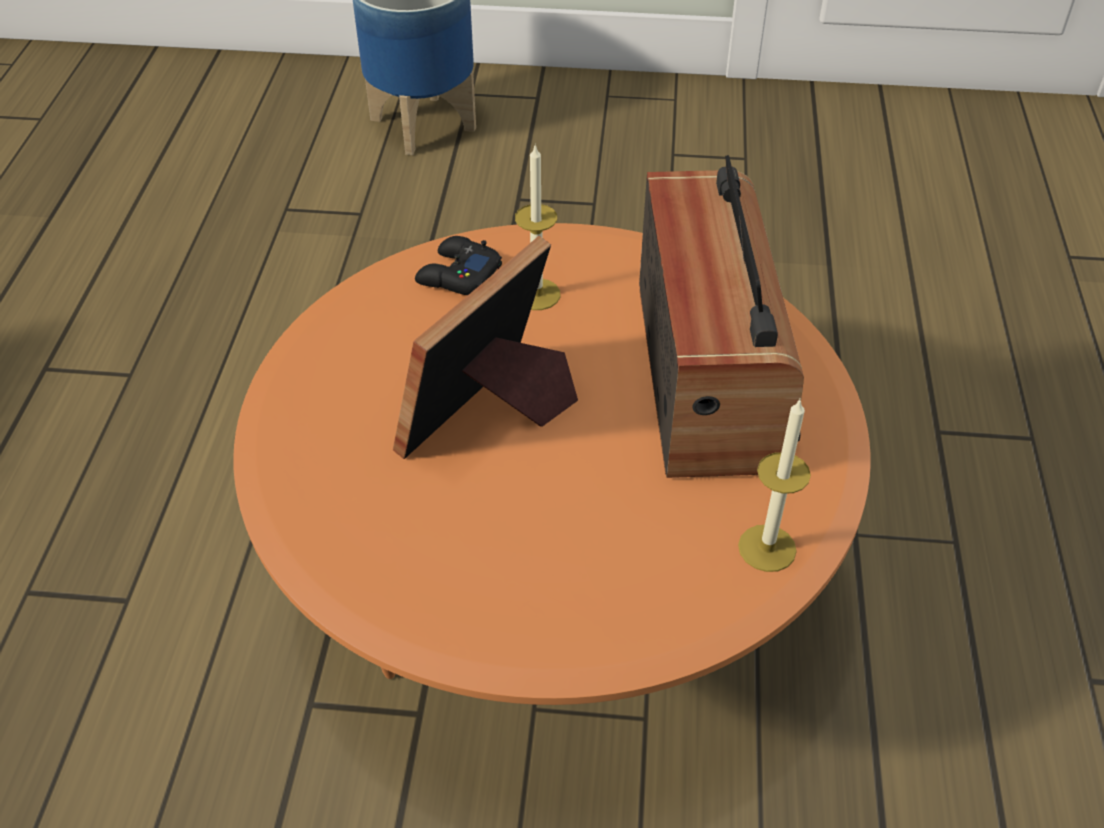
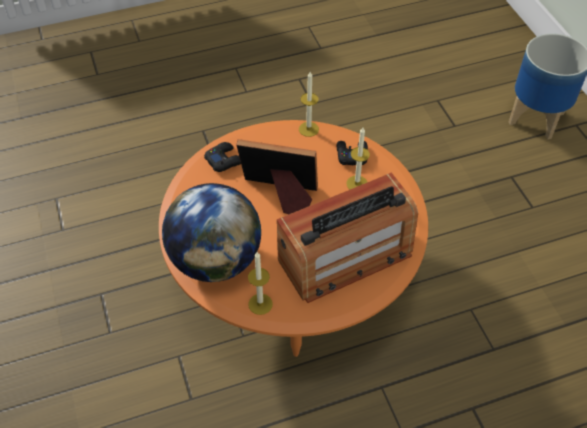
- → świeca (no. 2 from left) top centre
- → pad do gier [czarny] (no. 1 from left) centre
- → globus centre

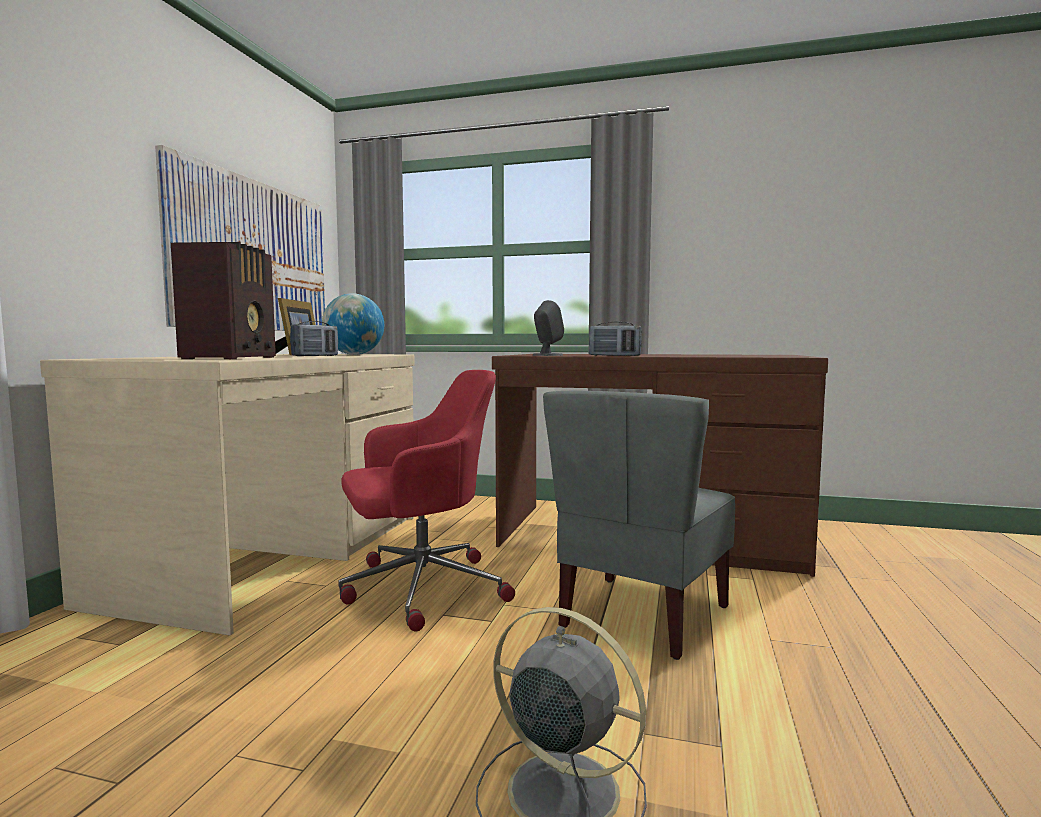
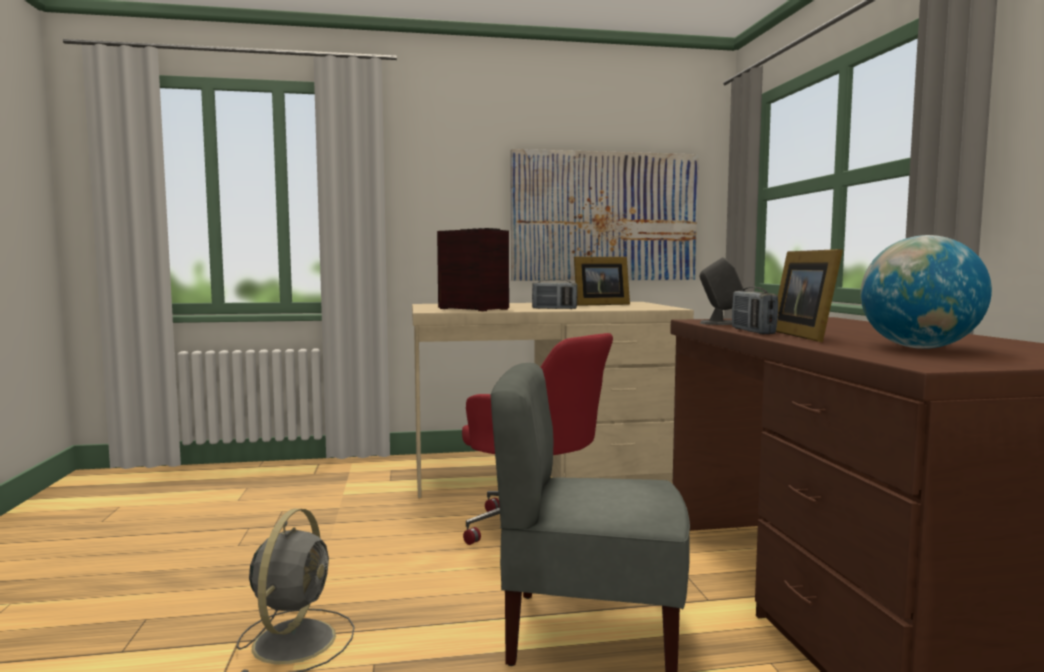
radio (no. 1 from left) middle left → radio (no. 1 from left) centre, 120 degrees counterclockwise
globus centre → globus middle right, relocated
- → ramka na zdjęcie (no. 2 from left) middle right

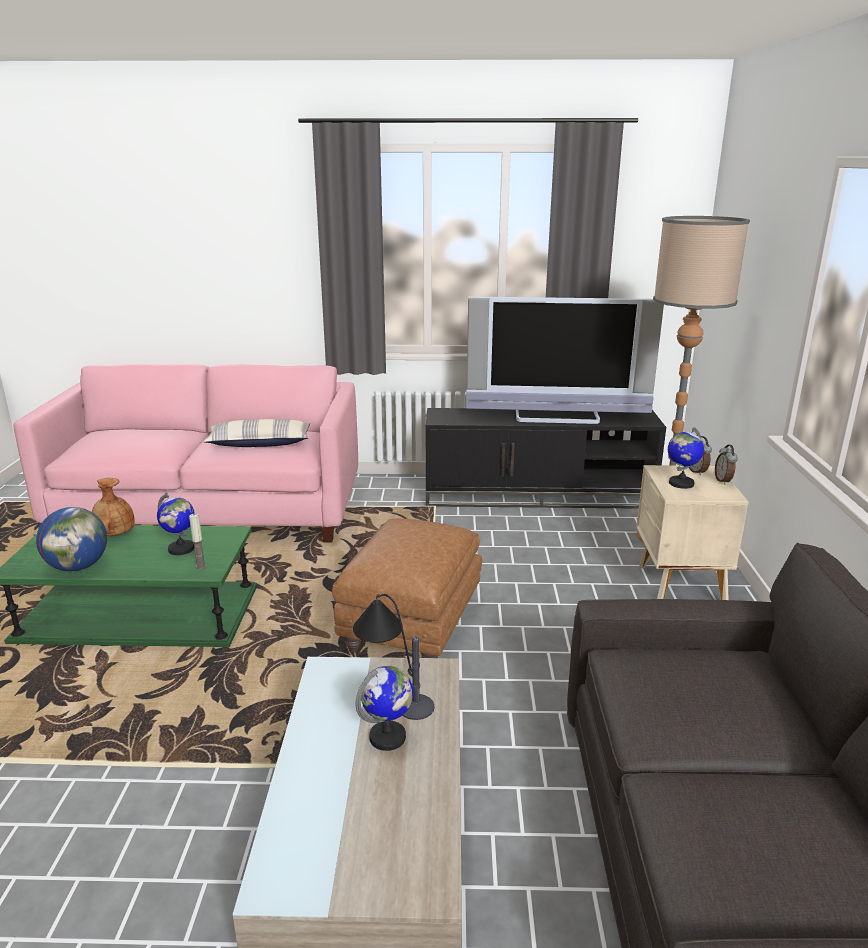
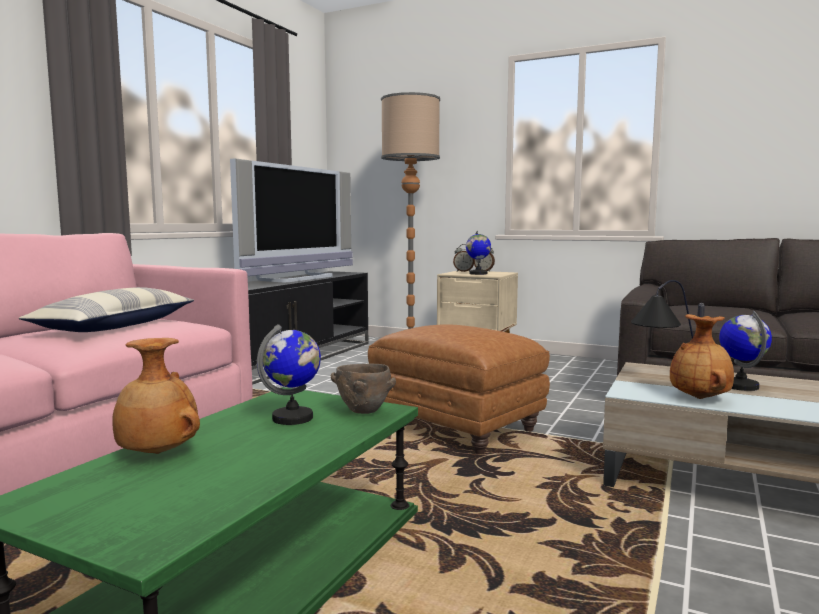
globus (no. 1 from left) middle left → -
świeca middle left → miska [brązowy] centre
- → wazon [brązowy] (no. 2 from left) middle right

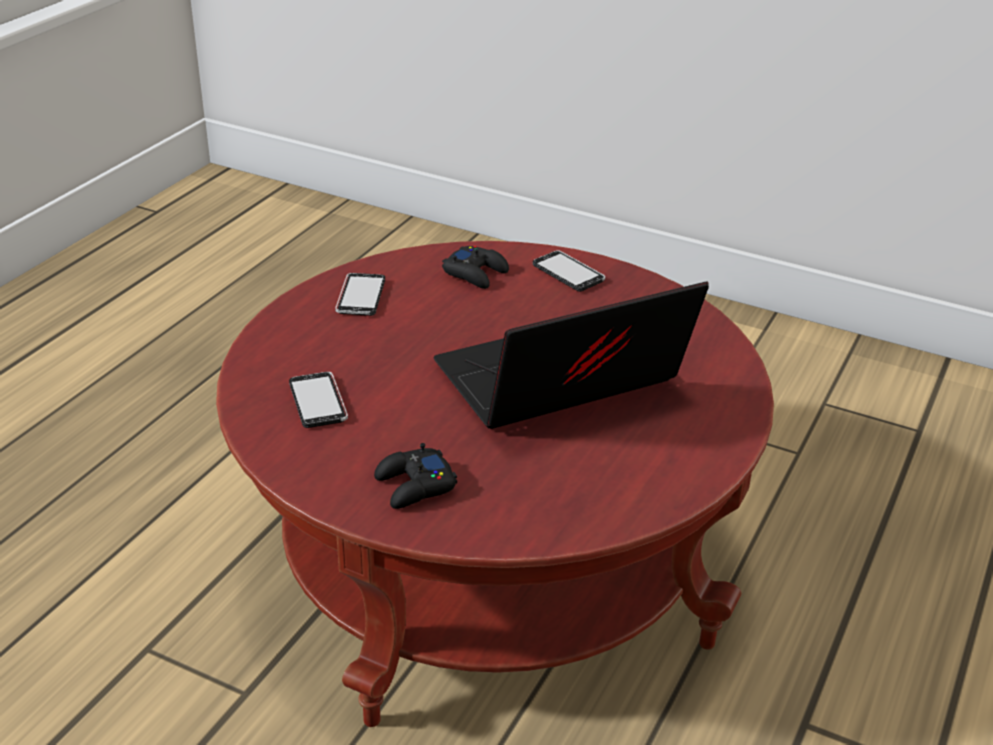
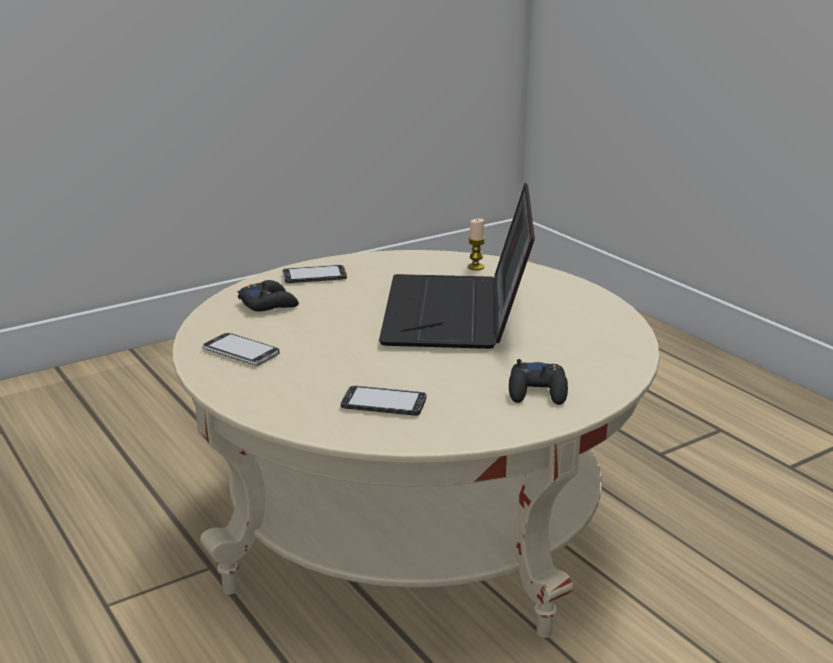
ława [czerwony] centre → ława [beżowy] bottom centre
- → świeca centre

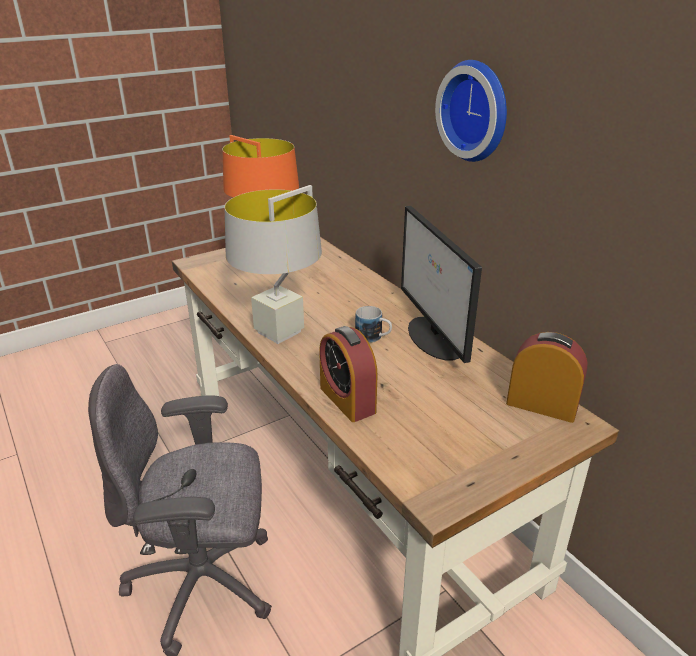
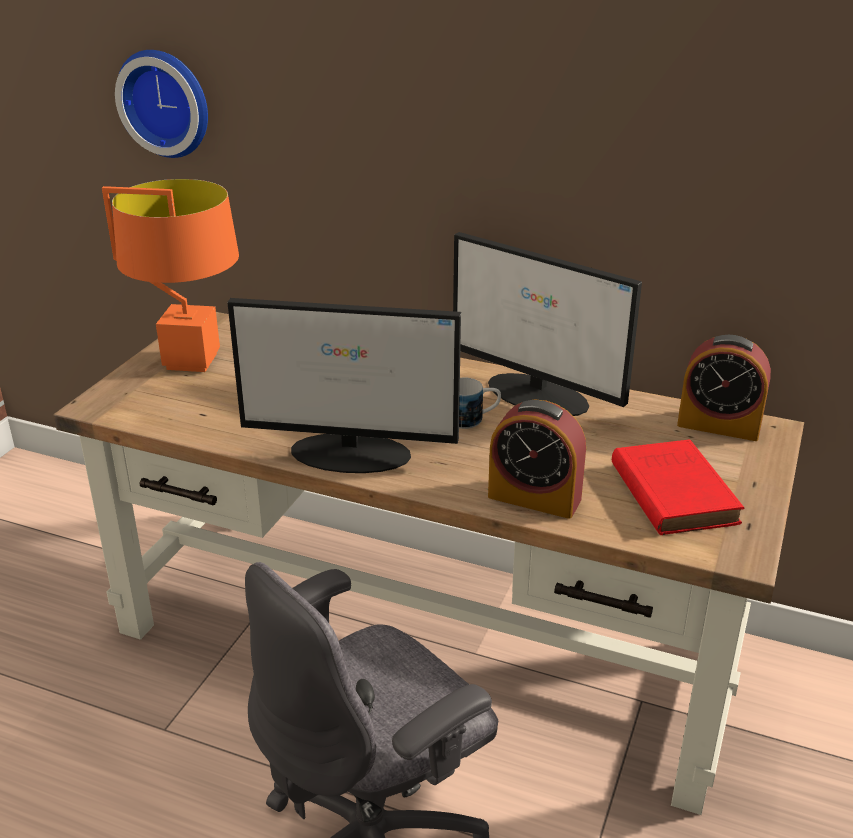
zegar ścienny top right → zegar ścienny top left, relocated
lampa stołowa [szary] centre → monitor (no. 1 from left) centre
budzik (no. 2 from left) middle right, 150 degrees counterclockwise
- → książka [czerwony] middle right

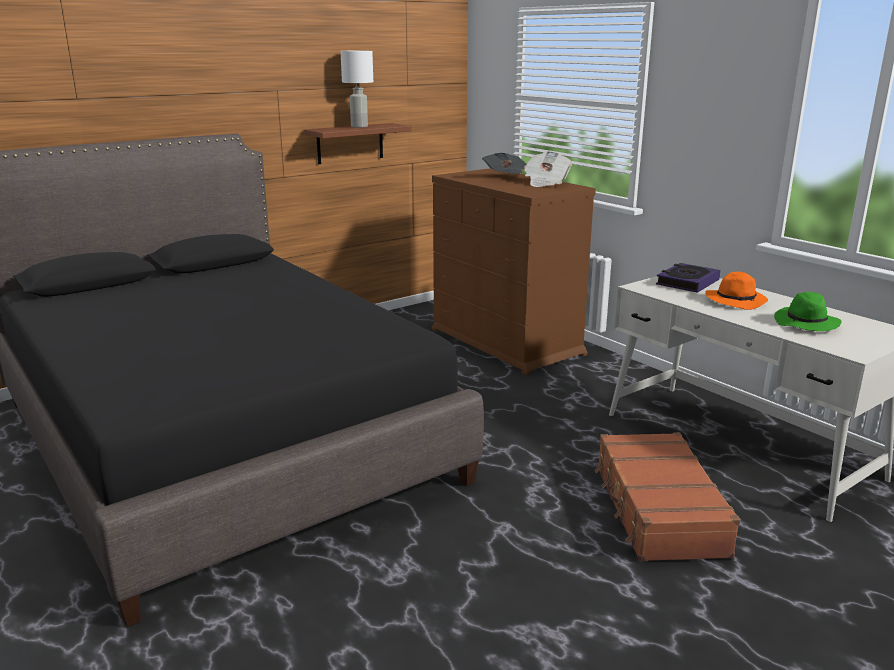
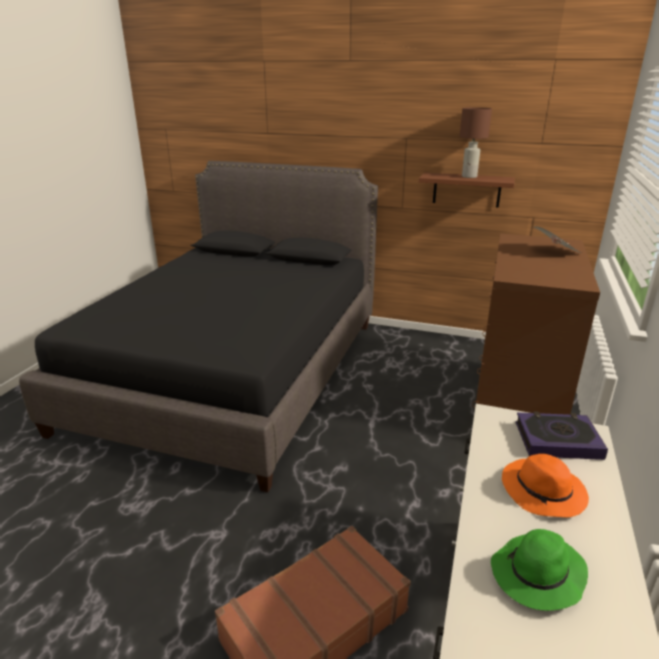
lampa stołowa [biały] top centre → lampa stołowa [brązowy] top right
gazeta (no. 2 from left) top centre → -

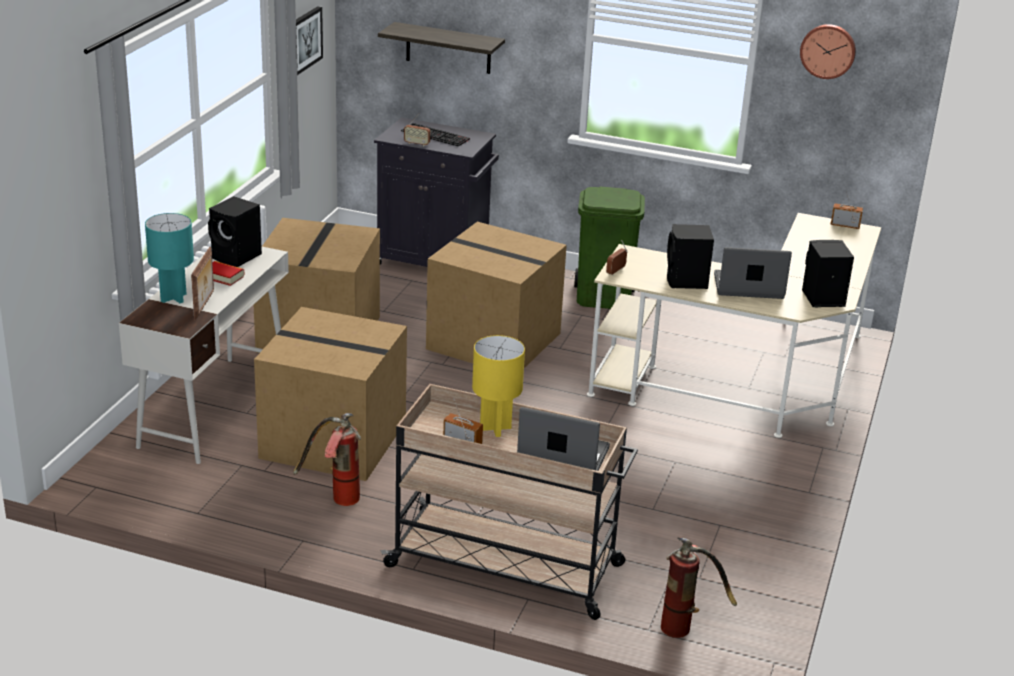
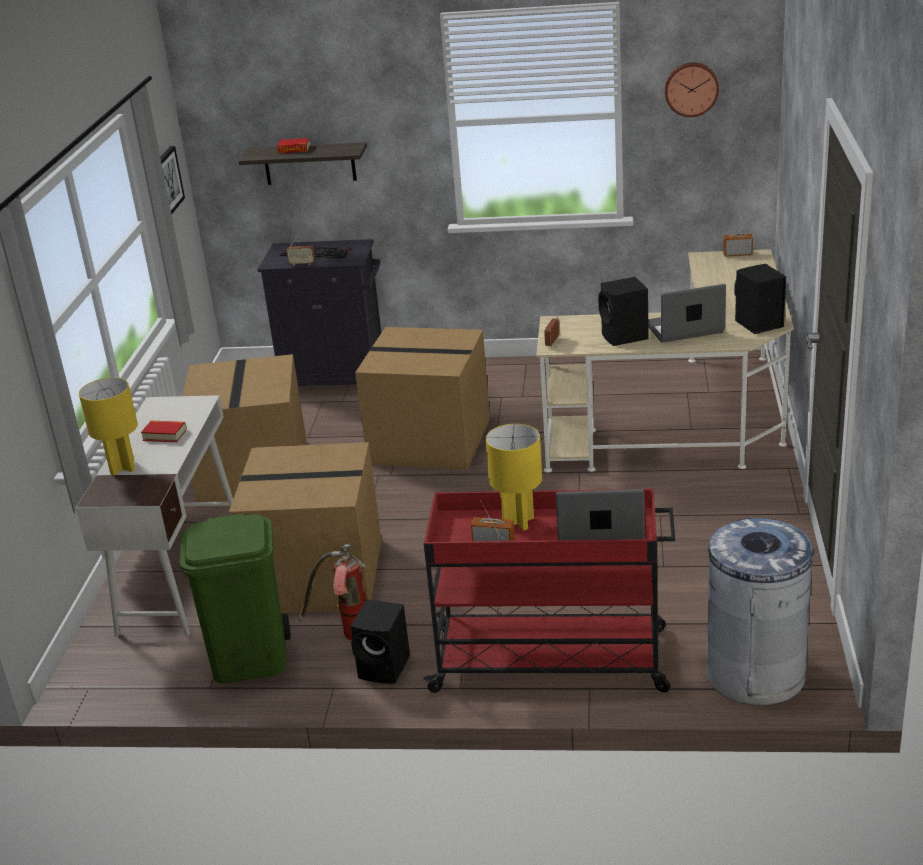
kosz na śmieci [zielony] centre → kosz na śmieci [zielony] bottom left, relocated
głośnik [czarny] (no. 1 from left) middle left → głośnik [czarny] (no. 1 from left) bottom centre, relocated
lampa stołowa [turkusowy] middle left → lampa stołowa [żółty] (no. 1 from left) middle left
ramka na zdjęcie middle left → -
wózek [beżowy] bottom centre → wózek [czerwony] bottom centre
gaśnica (no. 2 from left) bottom right → kosz na śmieci [szary] bottom right
- → książka (no. 2 from left) top left

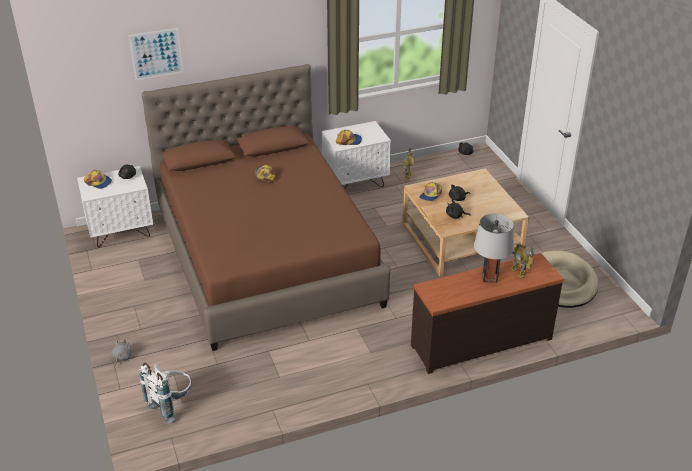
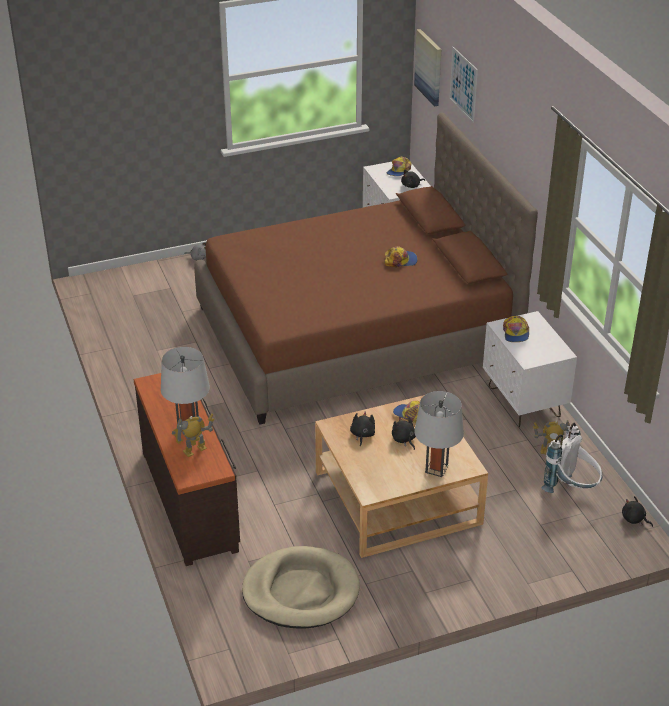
plecak [biały] bottom left → plecak [biały] middle right, relocated
- → obraz (no. 1 from left) top centre
- → lampa stołowa [szary] (no. 2 from left) centre

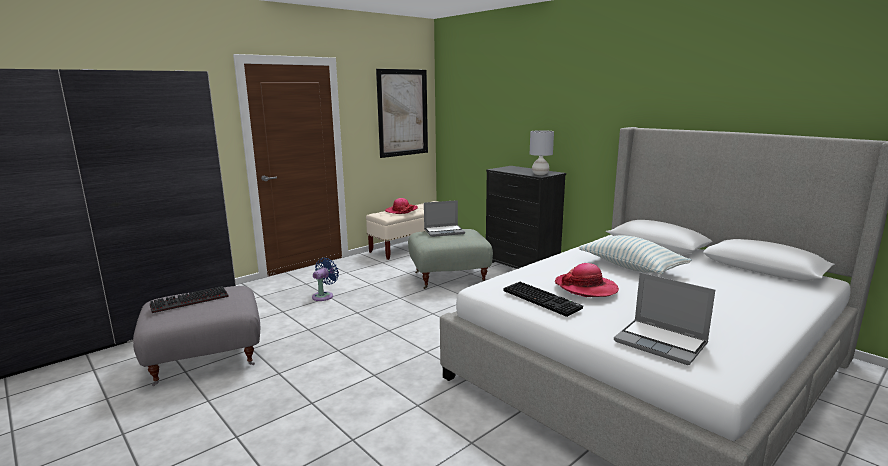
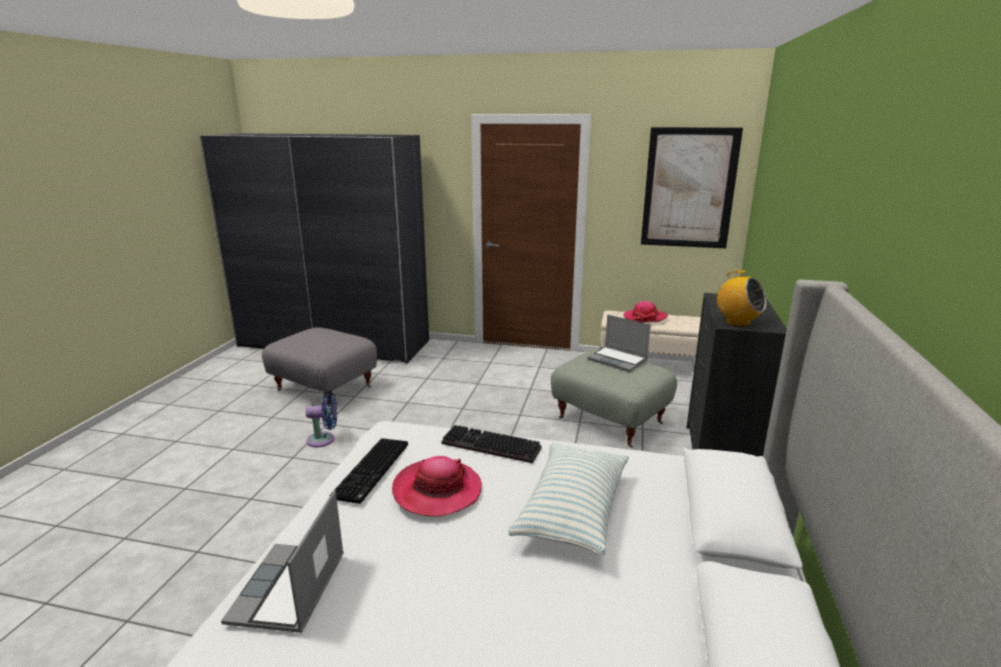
lampa stołowa [szary] top centre → radio middle right
wentylator [niebieski] centre → wentylator [niebieski] middle left, relocated
klawiatura (no. 1 from left in the first image) middle left → klawiatura (no. 2 from left) centre, relocated

